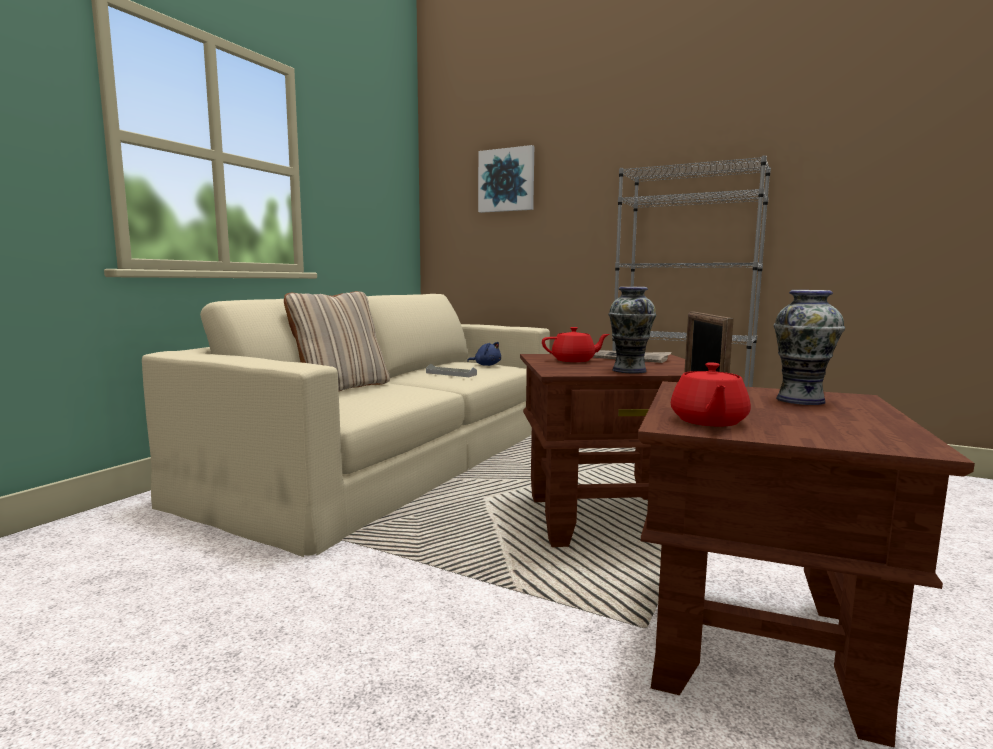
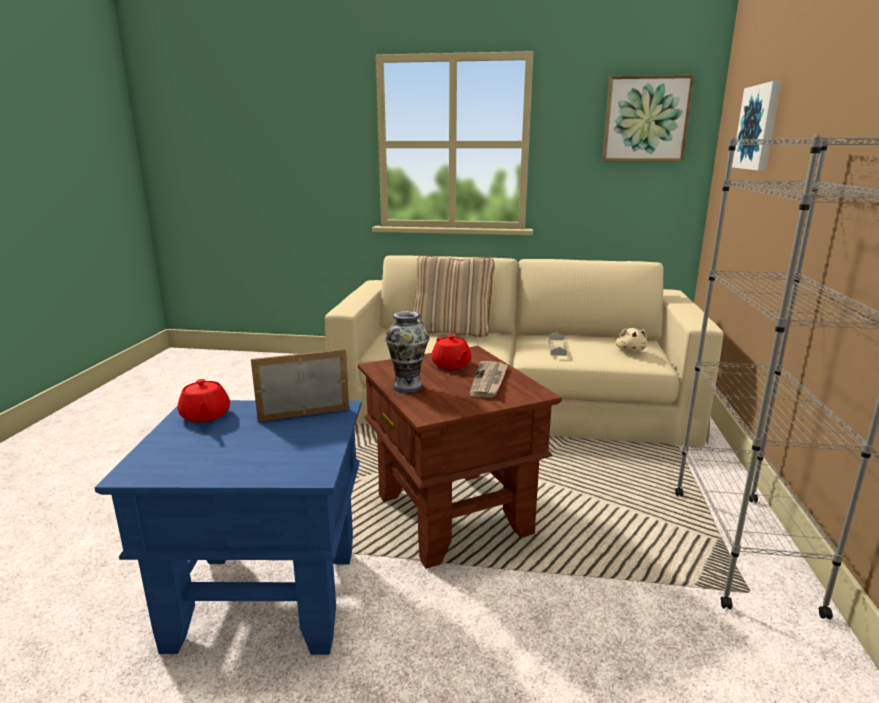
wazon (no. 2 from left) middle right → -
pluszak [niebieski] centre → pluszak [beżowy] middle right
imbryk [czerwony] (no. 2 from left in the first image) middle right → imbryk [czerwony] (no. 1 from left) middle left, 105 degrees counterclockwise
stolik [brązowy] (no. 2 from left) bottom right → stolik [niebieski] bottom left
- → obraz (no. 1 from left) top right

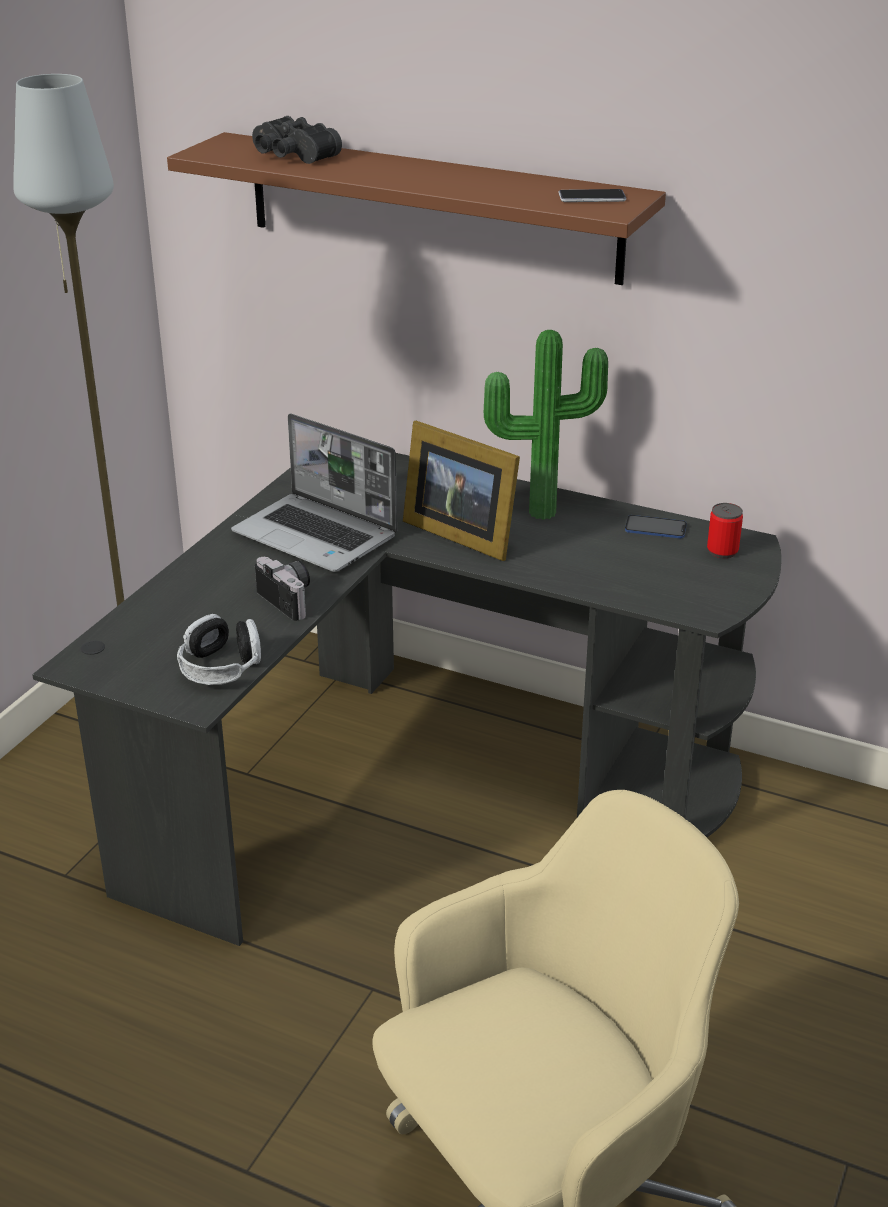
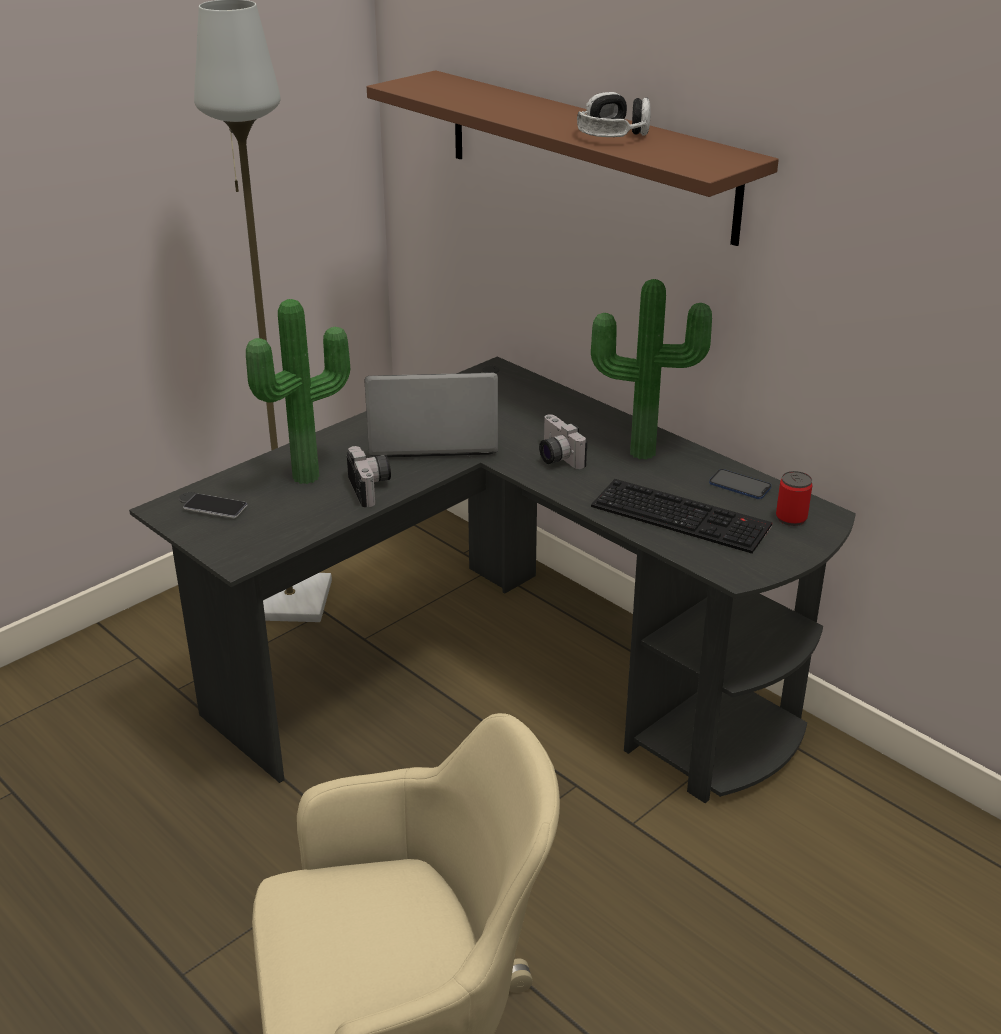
lornetka [czarny] top centre → -
telefon (no. 1 from left) top right → telefon (no. 1 from left) middle left, relocated
laptop centre, 120 degrees clockwise
ramka na zdjęcie centre → aparat fotograficzny (no. 2 from left) centre
słuchawki middle left → słuchawki top centre, relocated
- → roślina doniczkowa (no. 1 from left) middle left
- → klawiatura middle right

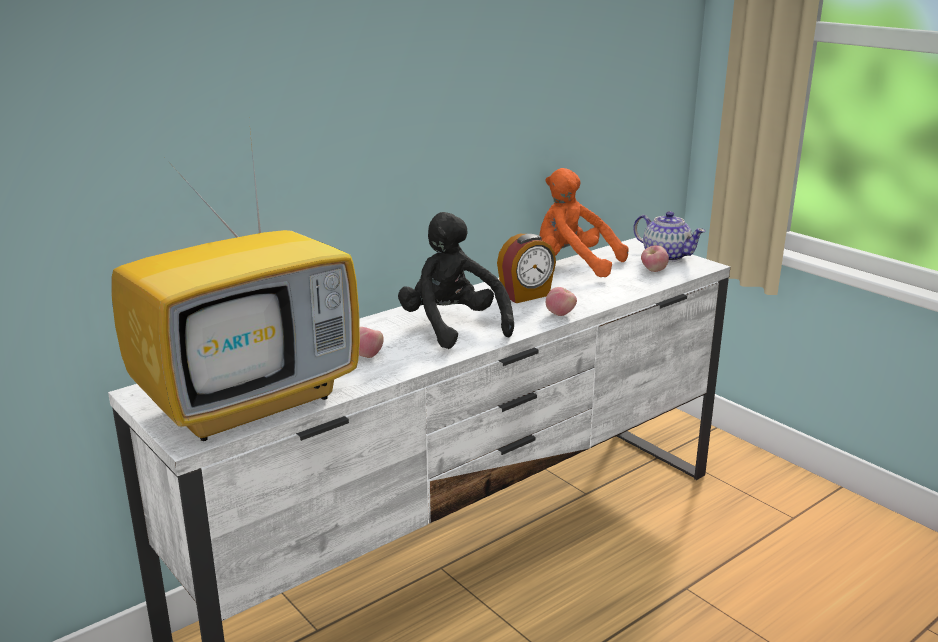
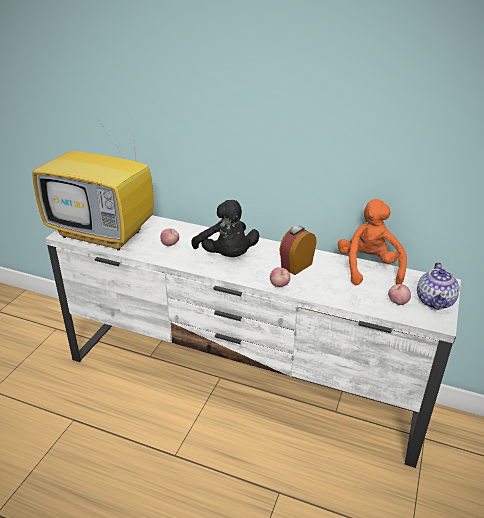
pluszak [czarny] centre, 120 degrees clockwise
budzik centre, 105 degrees clockwise

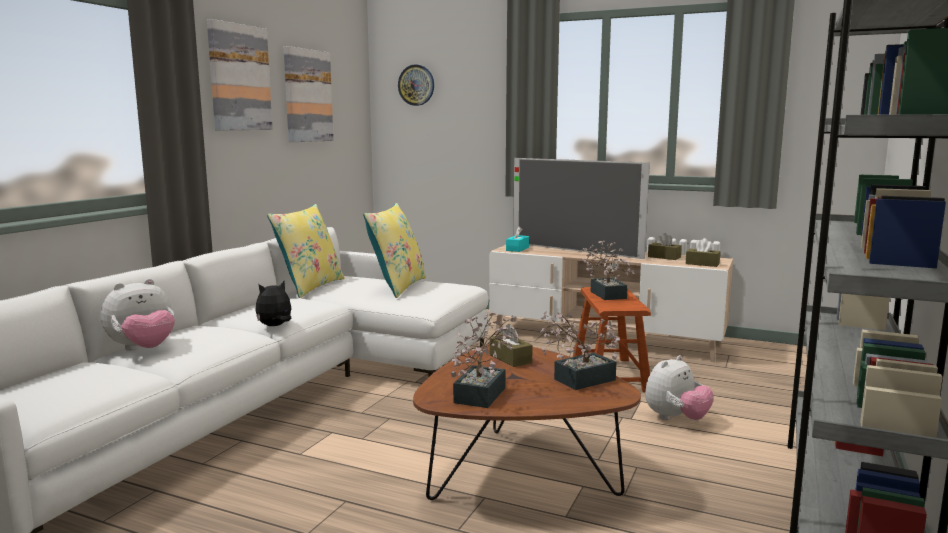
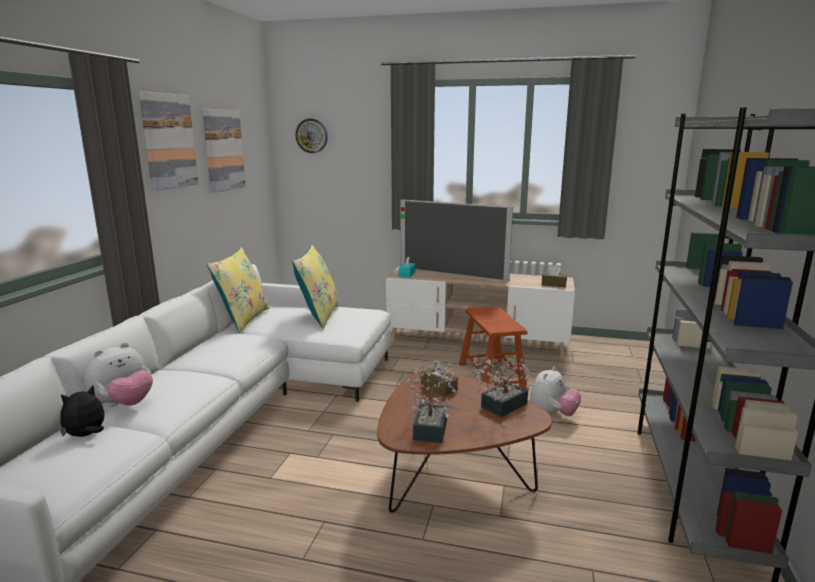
pudełko chusteczek [brązowy] (no. 2 from left) middle right → -
roślina doniczkowa (no. 3 from left) centre → -
pluszak (no. 2 from left in the first image) middle left → pluszak (no. 1 from left) bottom left, relocated

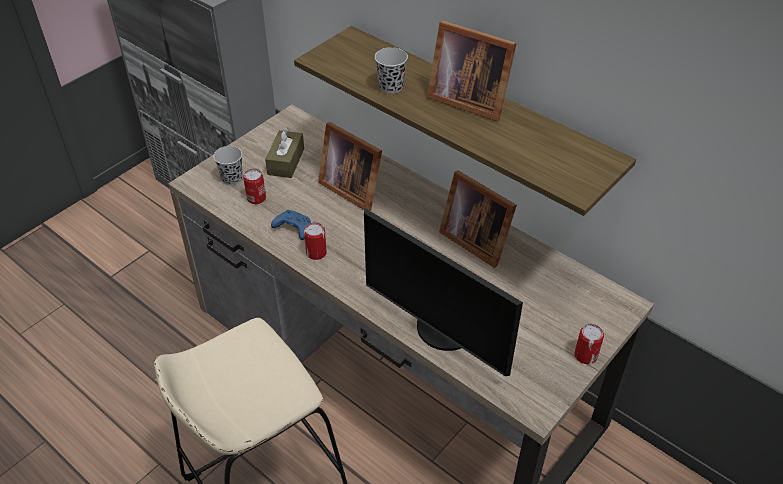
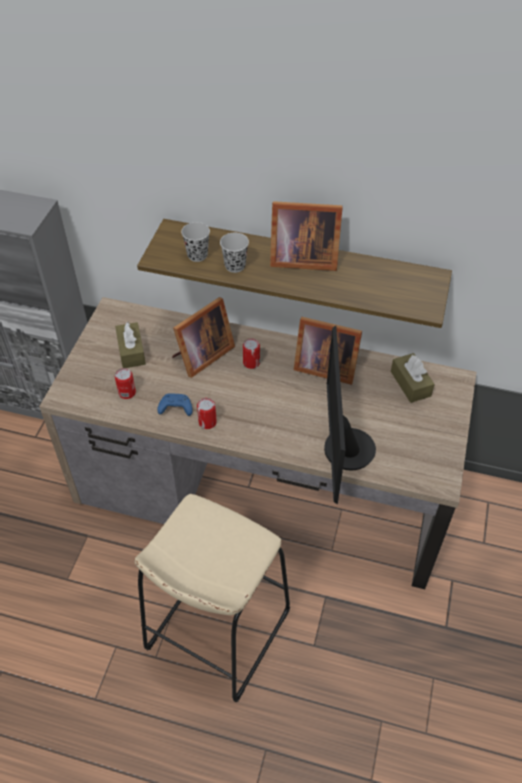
ramka na zdjęcie (no. 1 from left) centre, 60 degrees counterclockwise
filiżanka [czarny] (no. 1 from left) middle left → filiżanka [czarny] (no. 1 from left) top centre, relocated
monitor centre → monitor middle right, 75 degrees clockwise
puszka (no. 3 from left) bottom right → puszka (no. 3 from left) centre, relocated
- → pudełko chusteczek [brązowy] (no. 2 from left) middle right

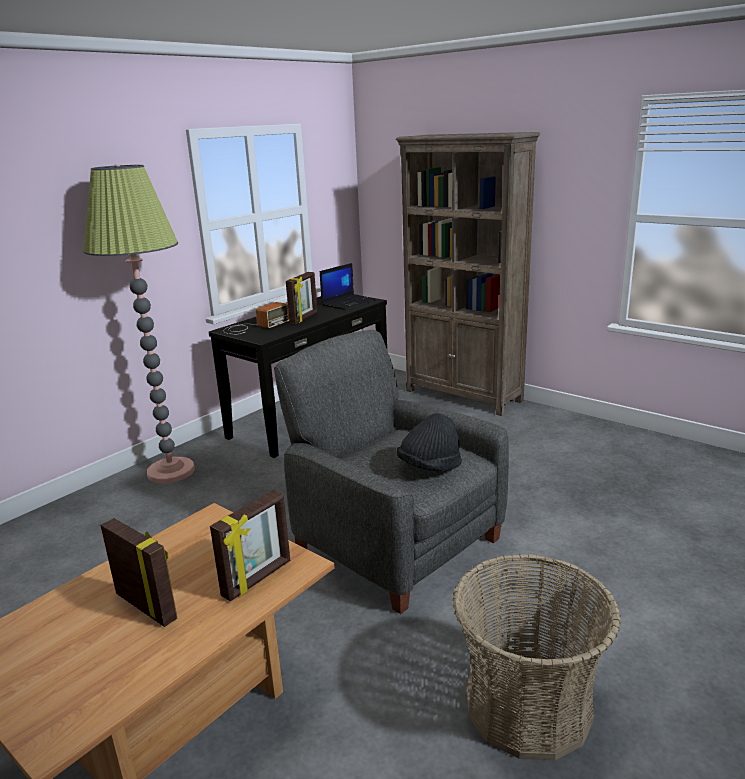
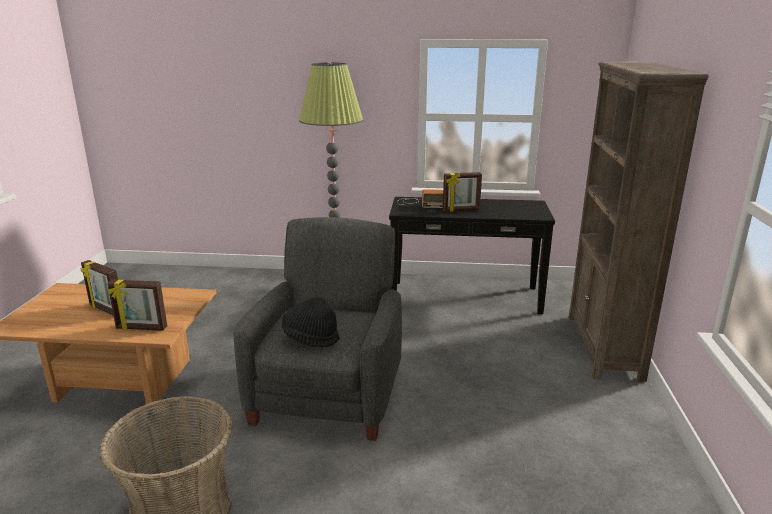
laptop centre → -
ramka na zdjęcie (no. 1 from left) bottom left → ramka na zdjęcie (no. 1 from left) middle left, 120 degrees clockwise

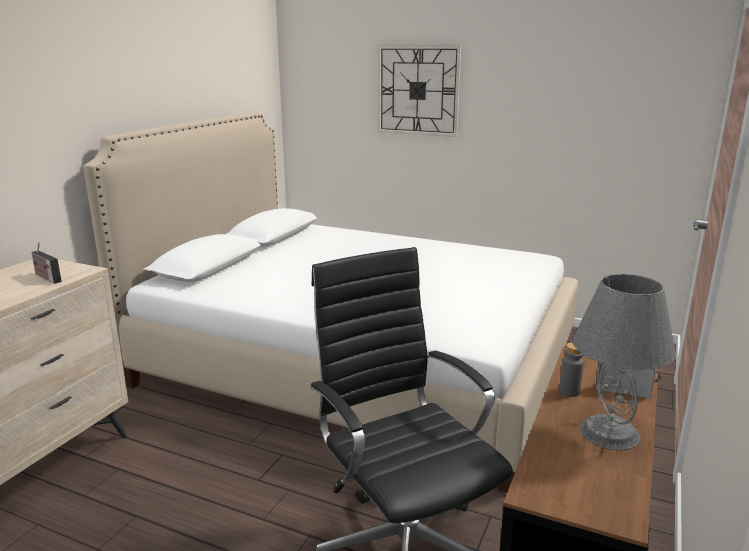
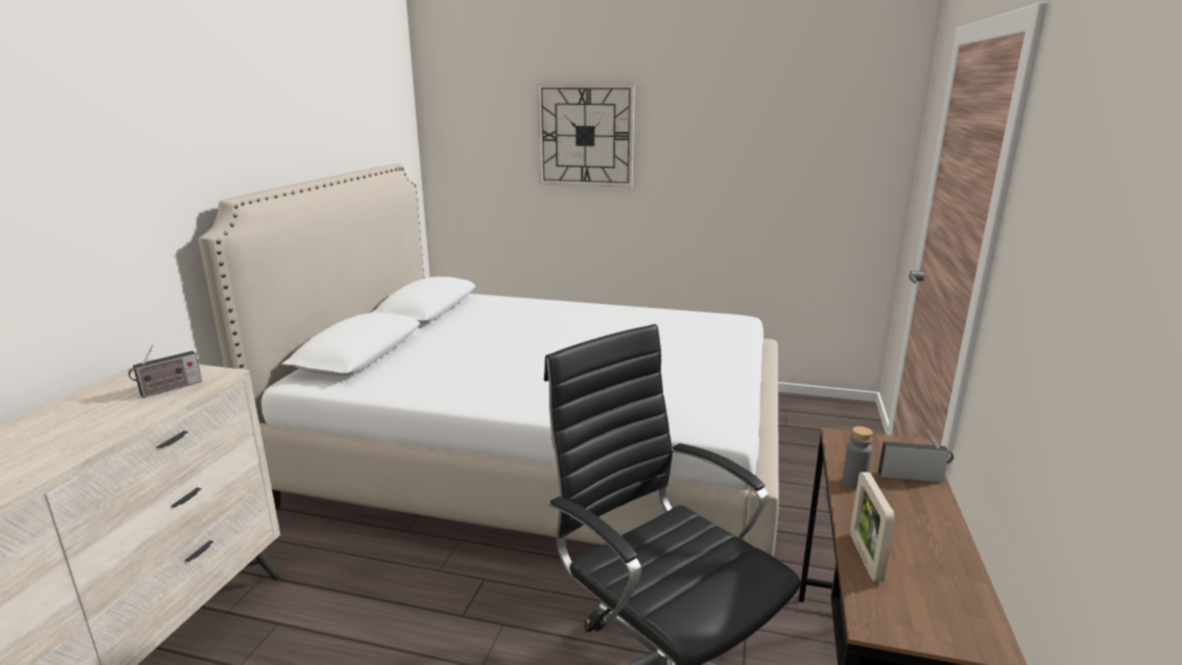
radio (no. 1 from left) middle left, 75 degrees counterclockwise
lampa stołowa [szary] middle right → -
- → ramka na zdjęcie bottom right

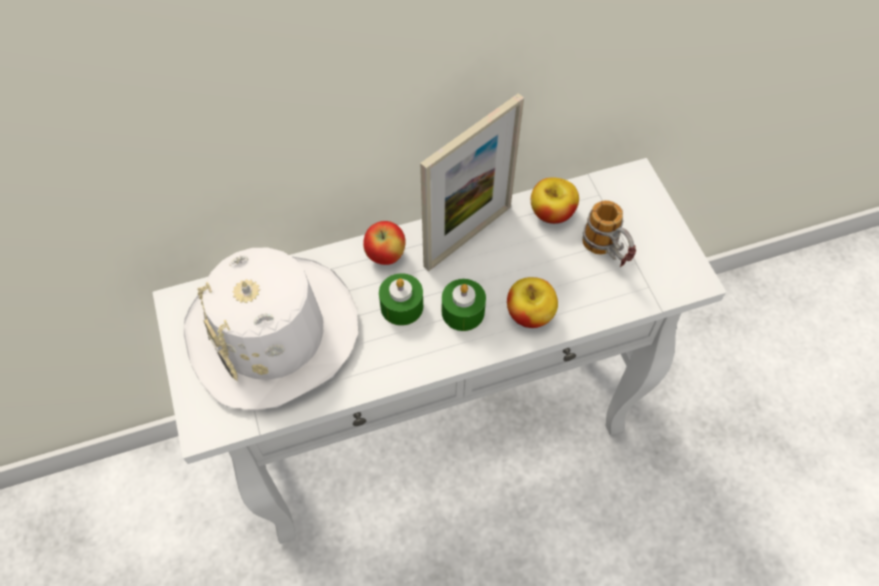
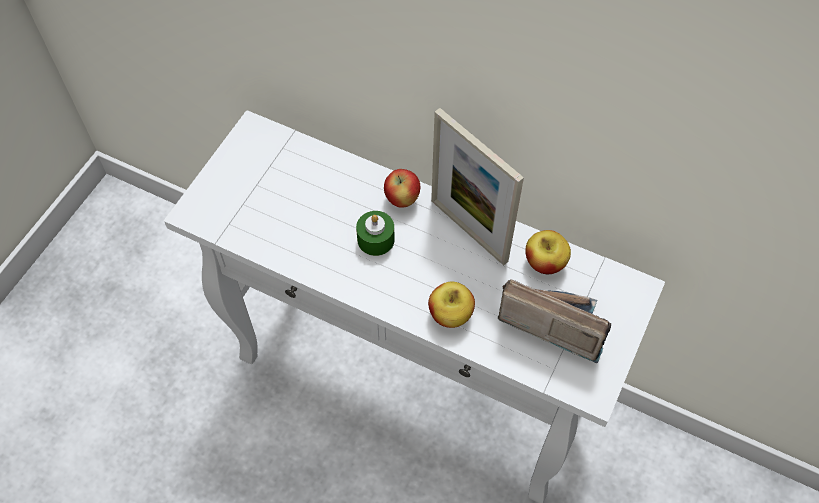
ramka na zdjęcie top centre → ramka na zdjęcie centre, 45 degrees clockwise
kubek middle right → radio middle right
kapelusz [biały] middle left → -
świeca [zielony] (no. 2 from left) centre → -

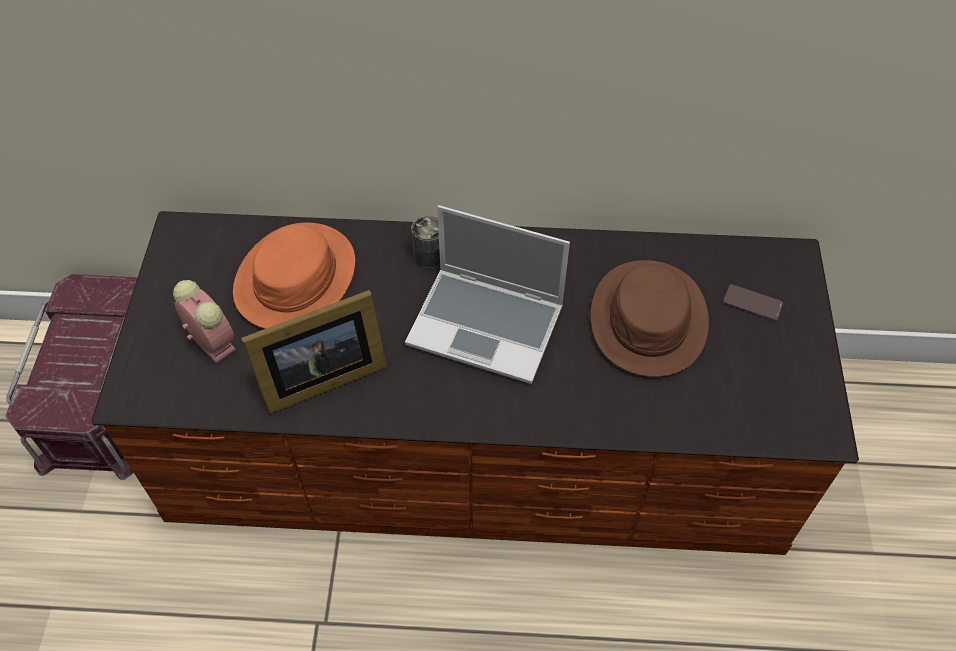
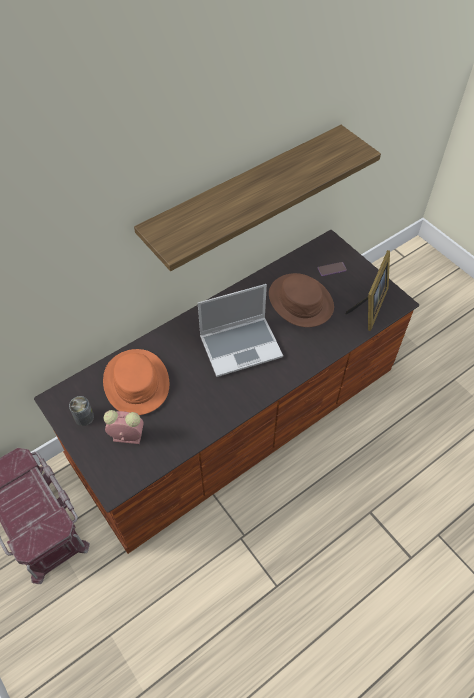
puszka centre → puszka middle left, relocated
ramka na zdjęcie middle left → ramka na zdjęcie middle right, relocated
- → półka top centre

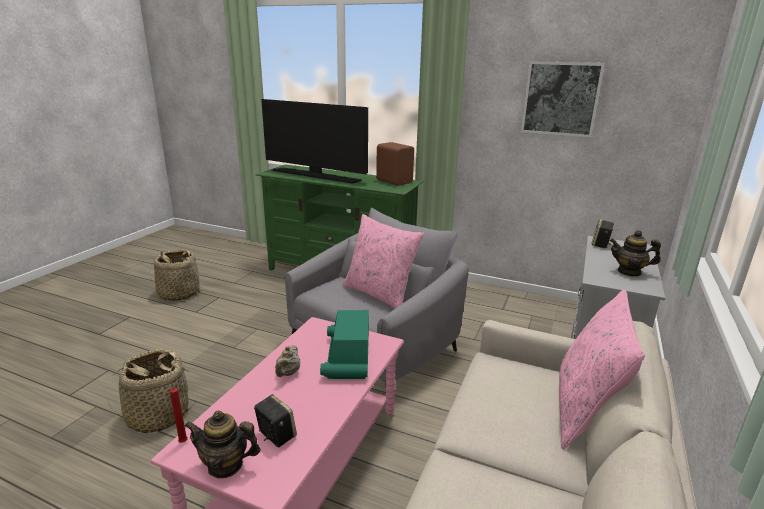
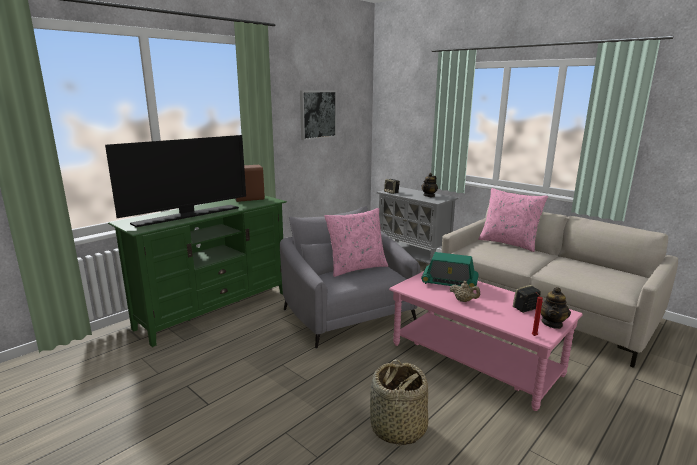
koszyk (no. 2 from left) middle left → -

